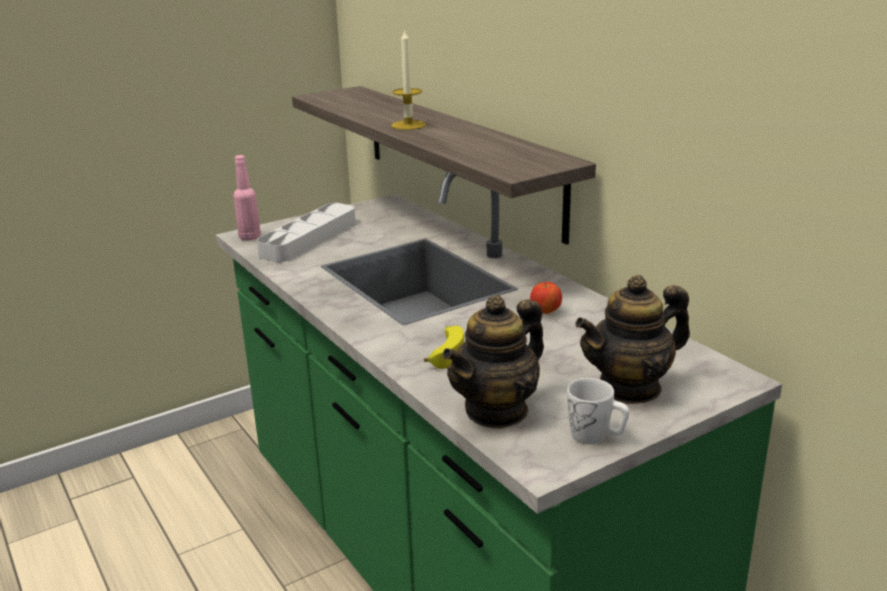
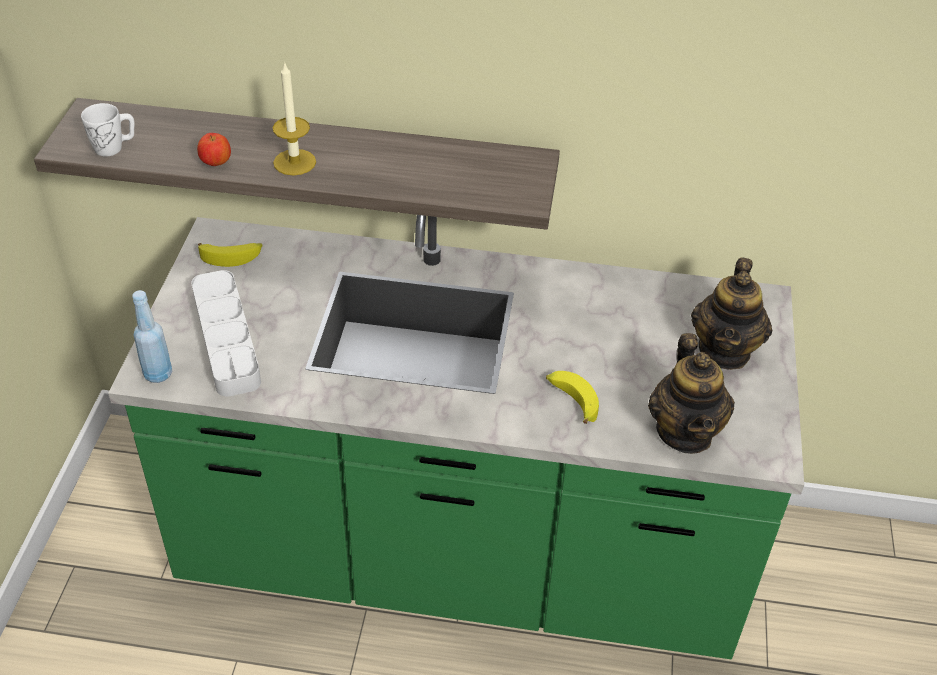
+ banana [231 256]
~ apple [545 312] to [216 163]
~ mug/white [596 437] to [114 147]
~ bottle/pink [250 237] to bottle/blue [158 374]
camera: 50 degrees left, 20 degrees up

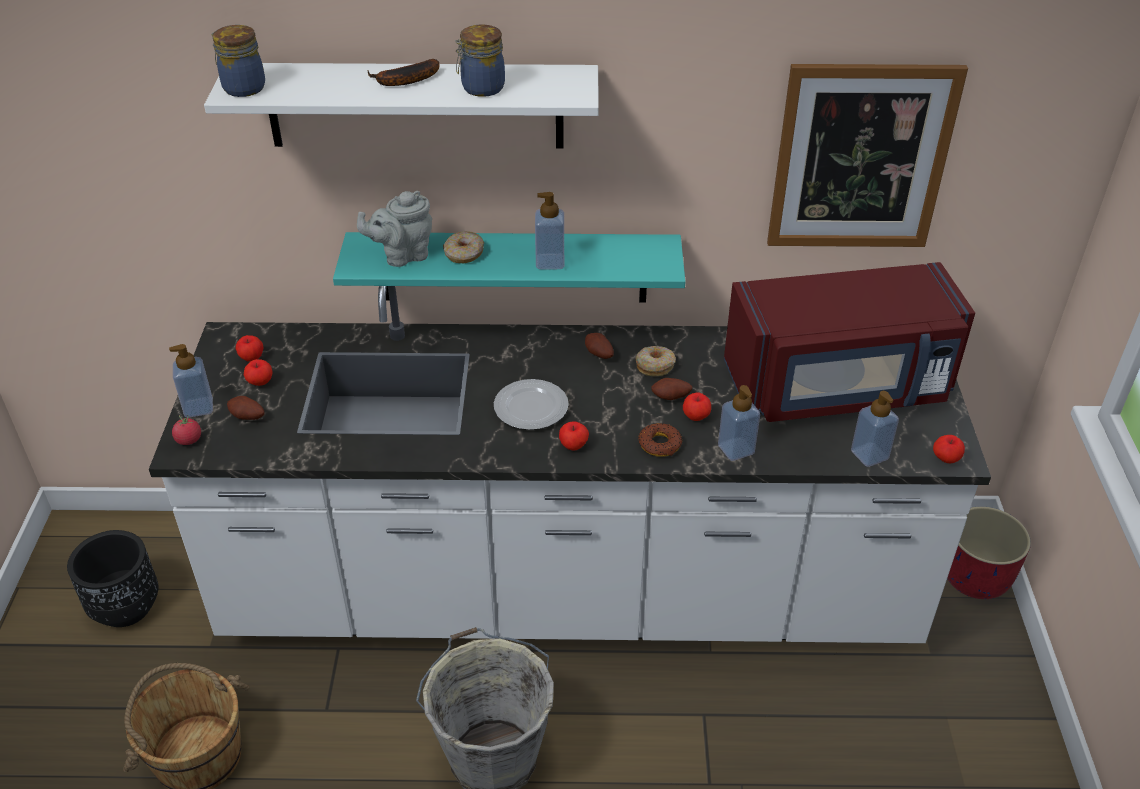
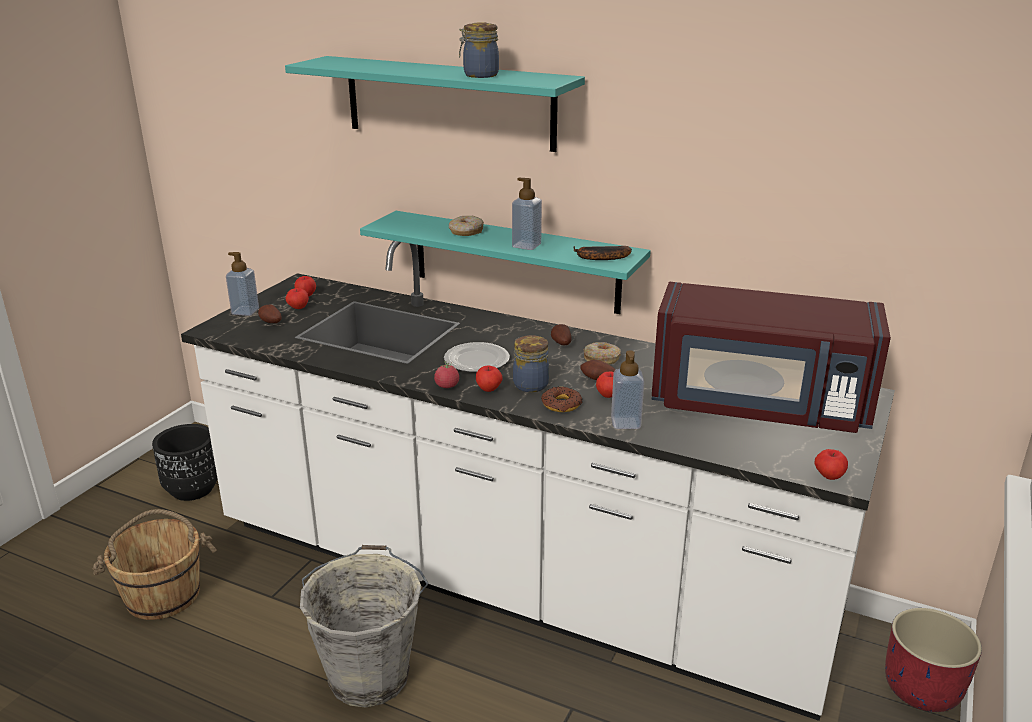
- teapot/grey [402 255]
- picture [861 158]
- soap dispenser [869 455]
~ tomato [189 440] to [447 386]
~ jar [242 88] to [529 384]
~ banana [404 81] to [599 258]
~ shelf/white [415 105] to shelf/turquoise [448 103]
camera: 25 degrees right, 15 degrees down

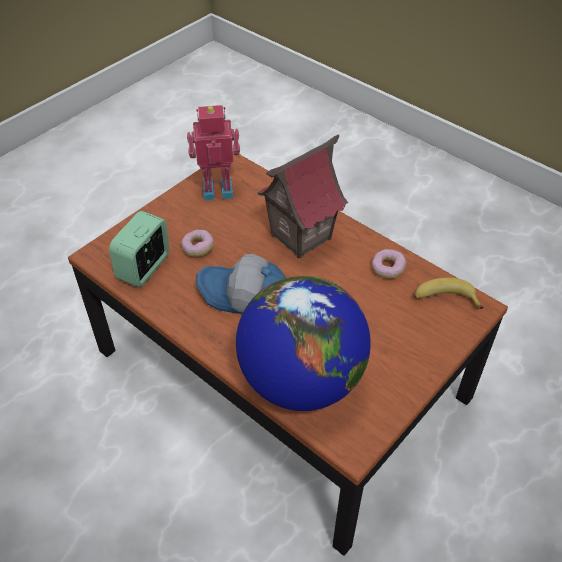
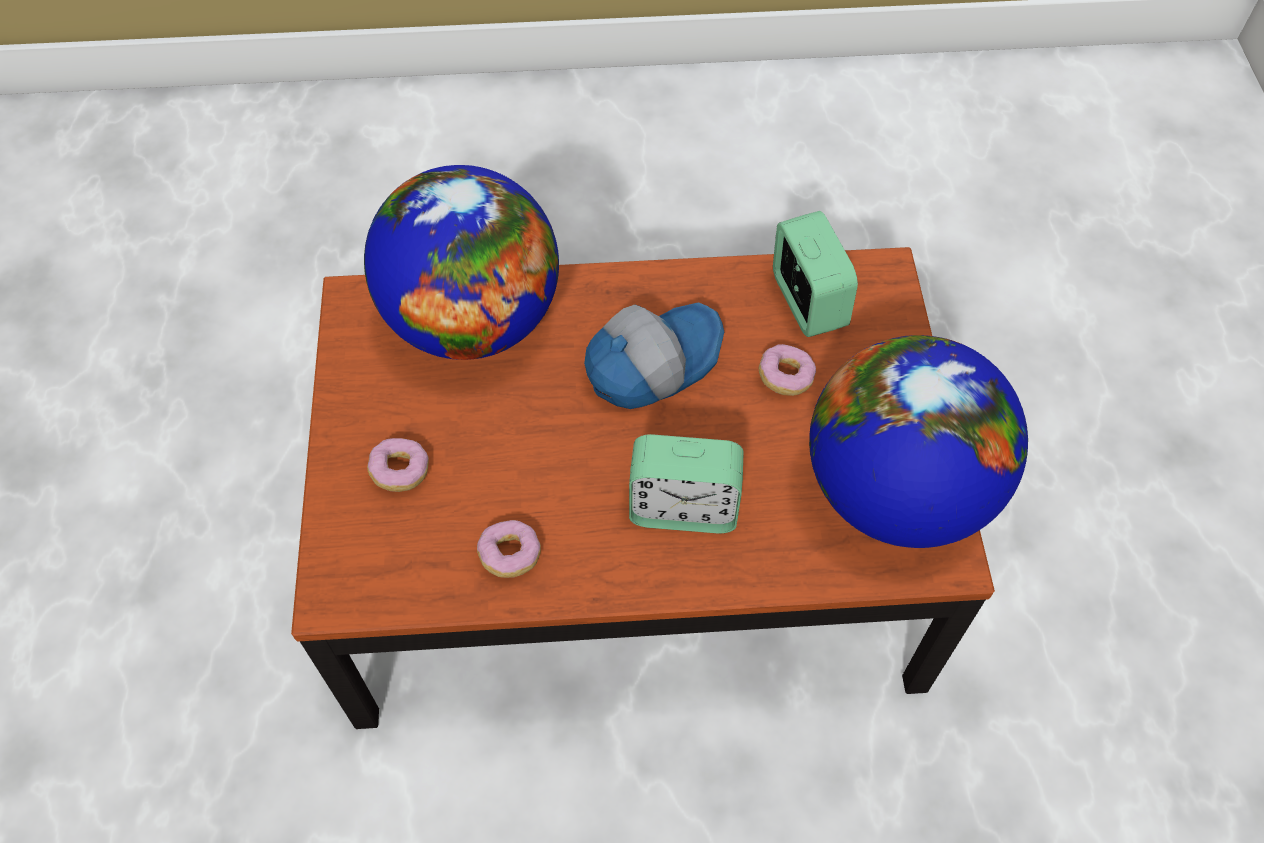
- banana [444 299]
+ donut [400 471]
~ toy robot [217 188] to globe [896 492]
~ toy house [300 236] to alarm clock [683 508]
camera: 135 degrees right, 10 degrees up

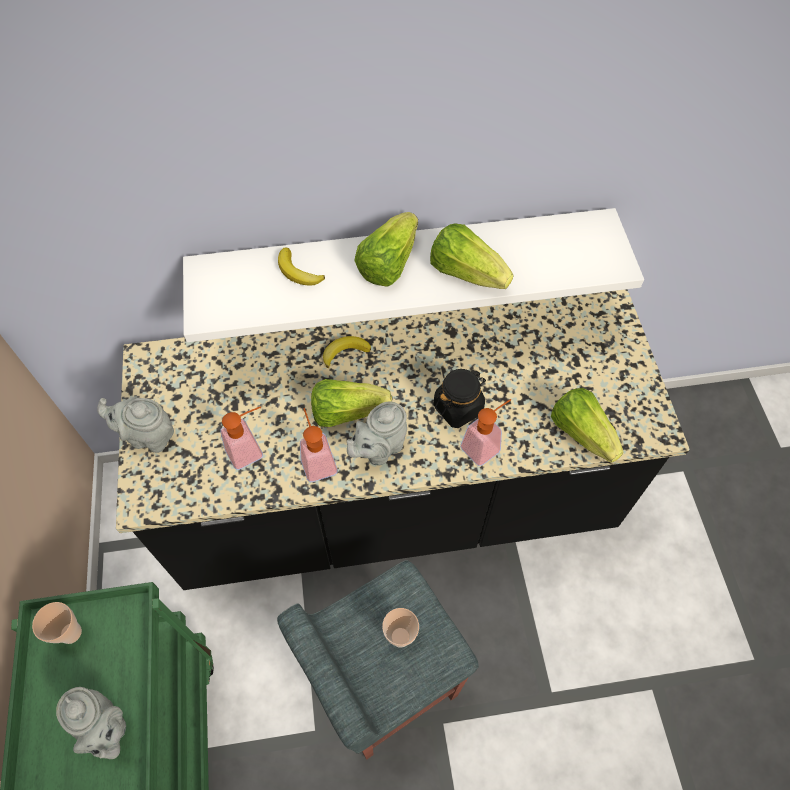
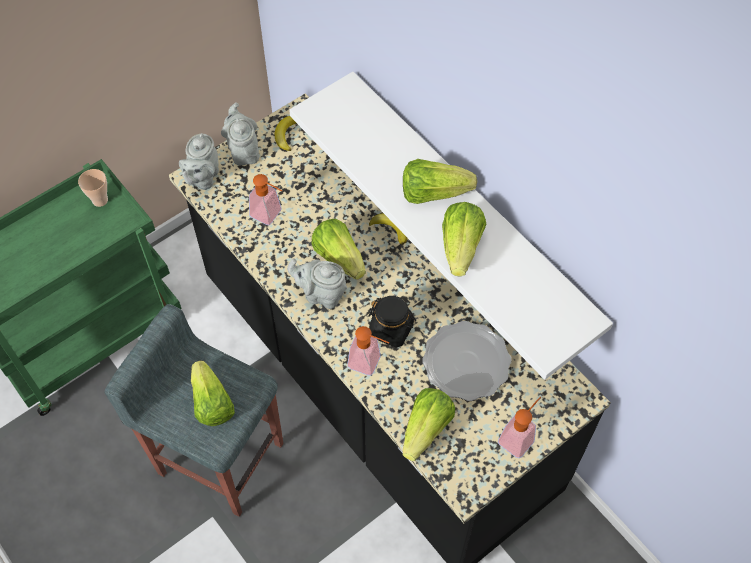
+ plate [465 363]
~ teapot/grey [105 728] to [202 178]
~ banana [298 272] to [286 134]
~ soap dispenser [317 460] to [519 437]
~ cup [400 637] to lettuce [211 403]
camera: 60 degrees right, 0 degrees up

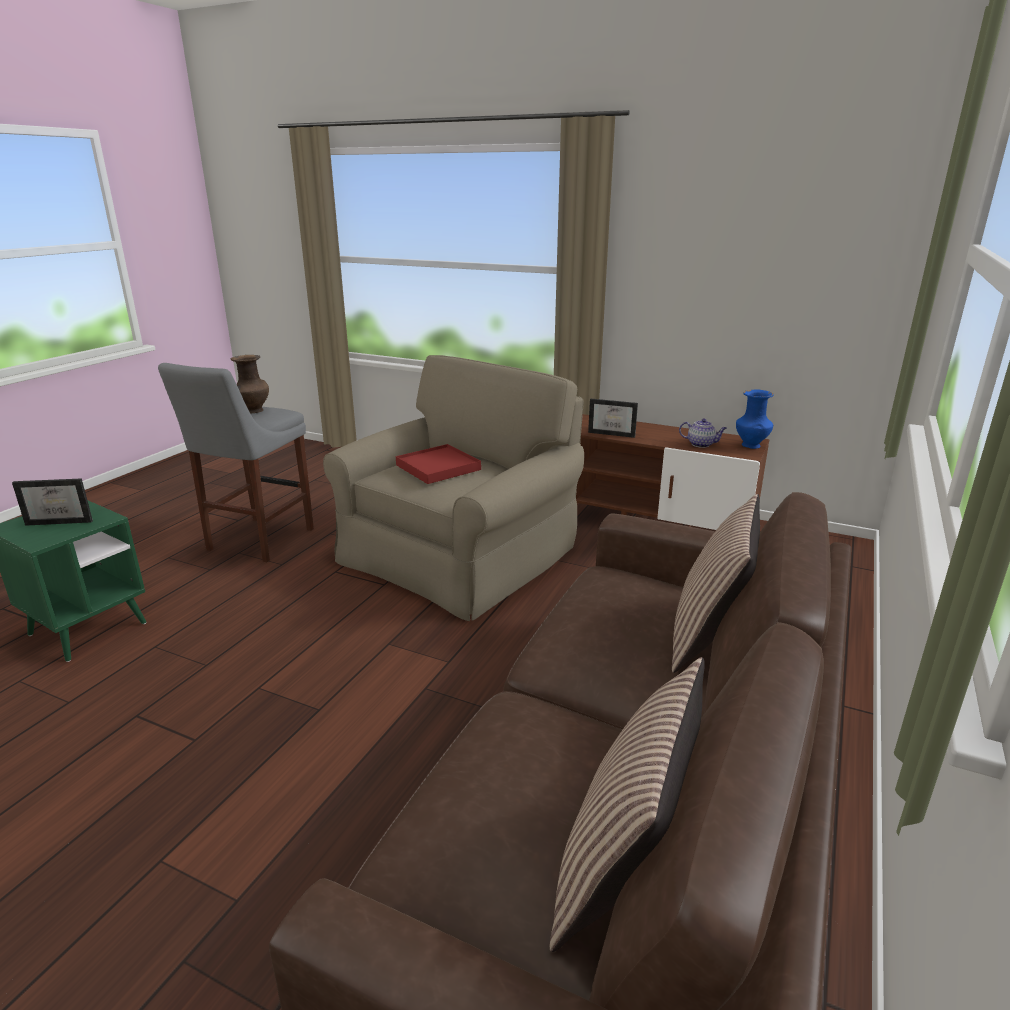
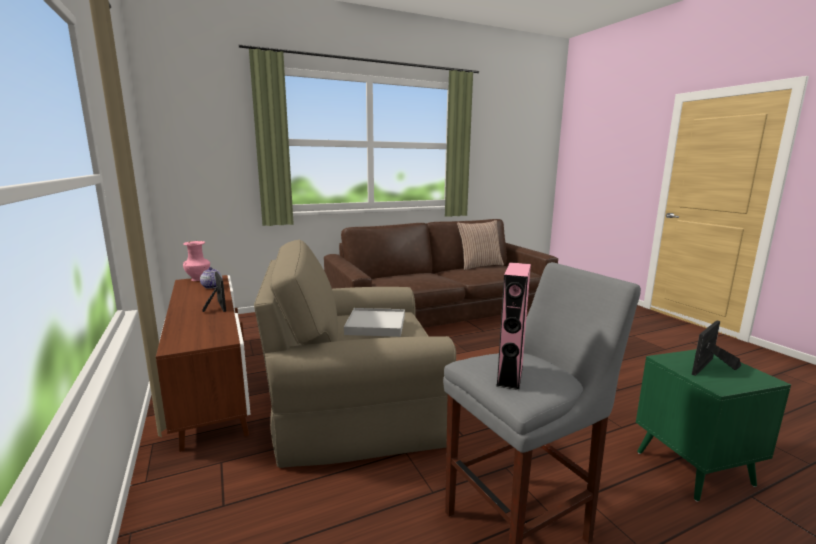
- pillow [708 636]
~ vase/brown [253 411] to speaker/pink [510 375]
~ tray/red [438 467] to tray/white [376 325]
~ vase/blue [751 446] to vase/pink [198 279]
~ picture frame [63 520] = [709 369] 75 degrees counterclockwise
camera: 140 degrees left, 10 degrees down

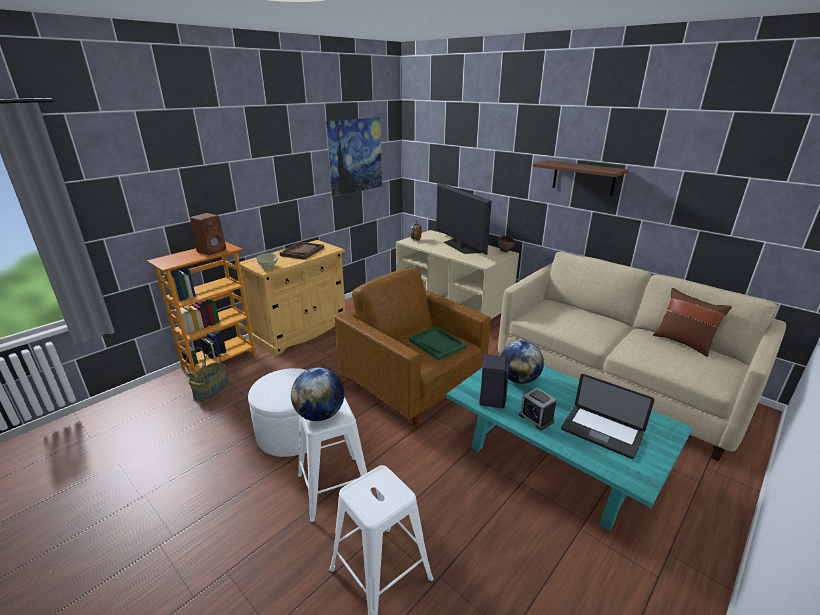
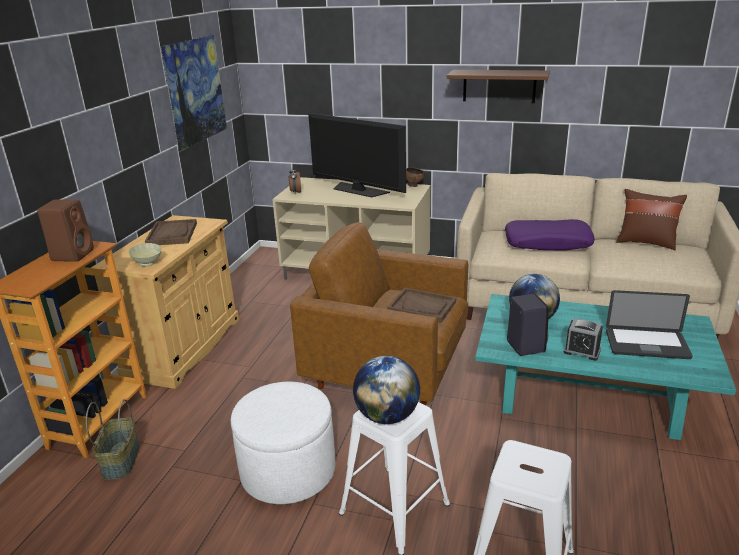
+ pillow/purple [547 243]
~ tray/green [437 344] to tray/brown [422 307]
camera: 25 degrees left, 0 degrees up

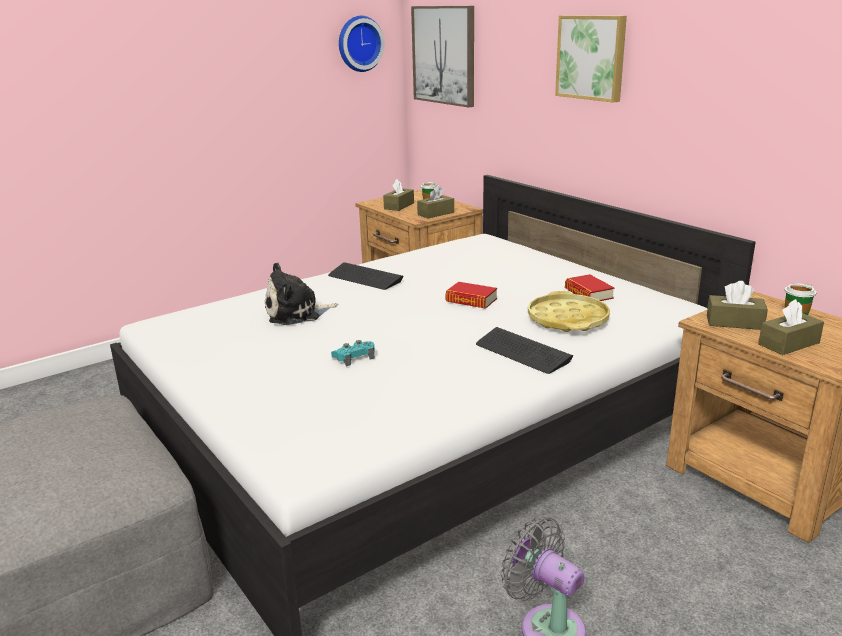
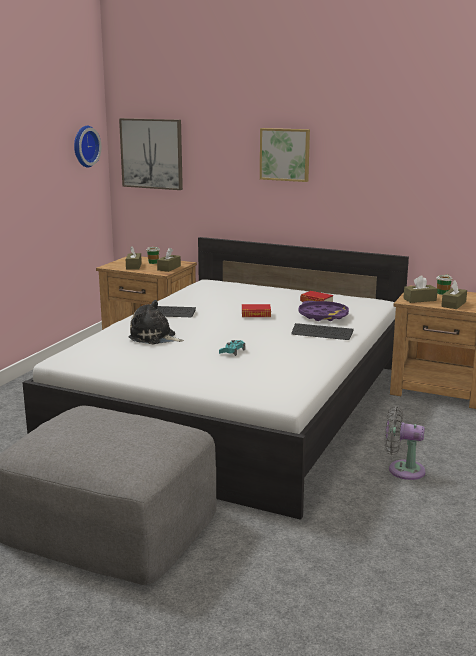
~ tray/yellow [568 319] to tray/purple [323 315]
~ plush toy [296 313] = [154 337] 75 degrees clockwise
camera: 30 degrees left, 5 degrees down

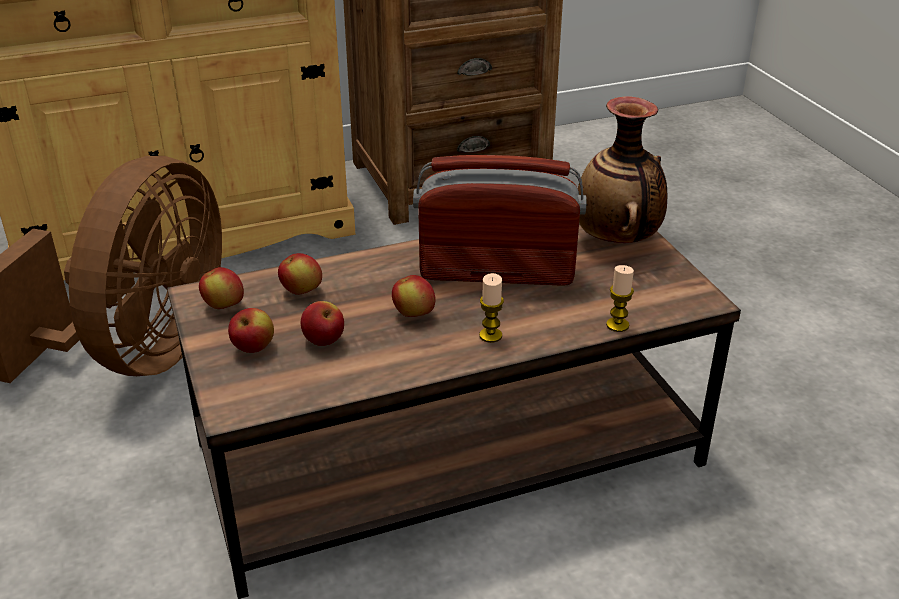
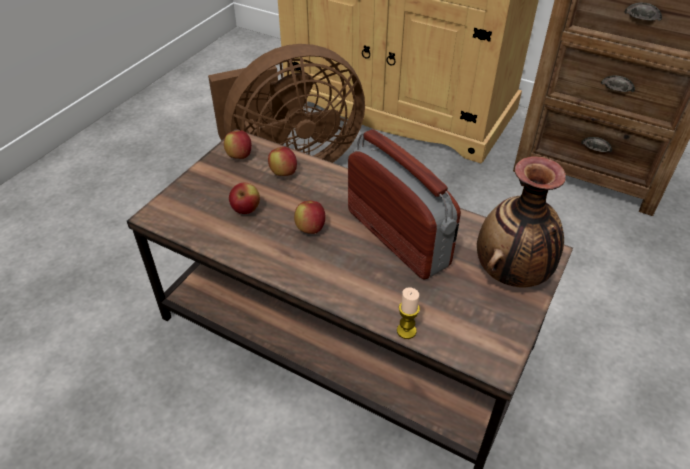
- apple [253 348]
- candle [490 335]
camera: 50 degrees right, 10 degrees up

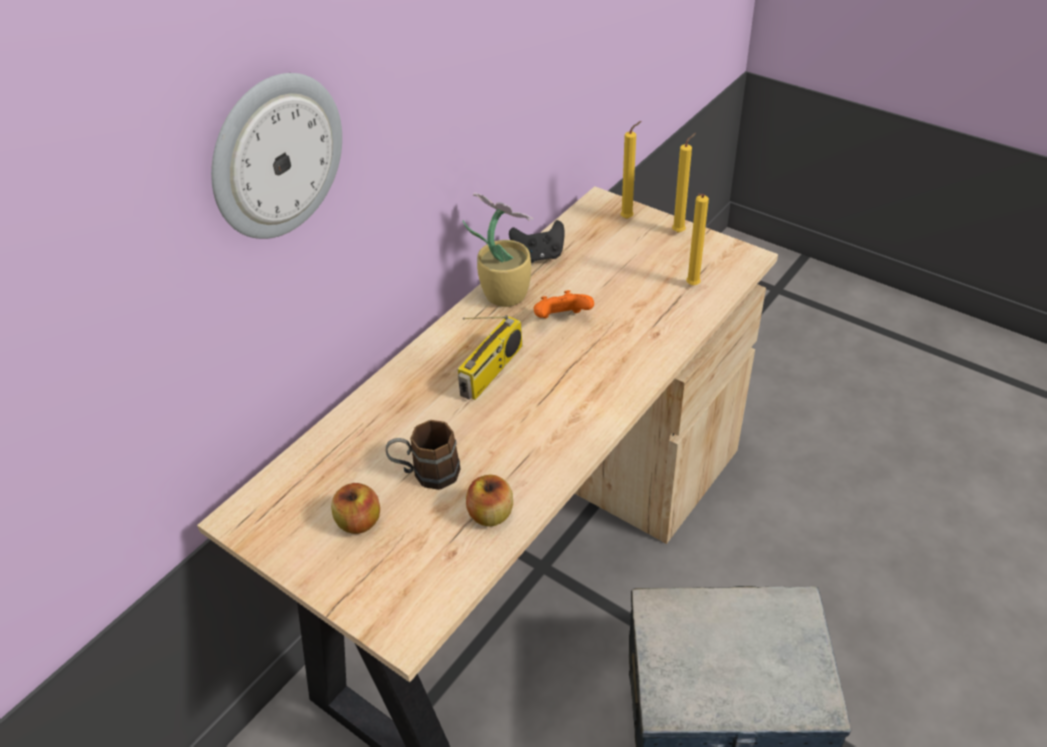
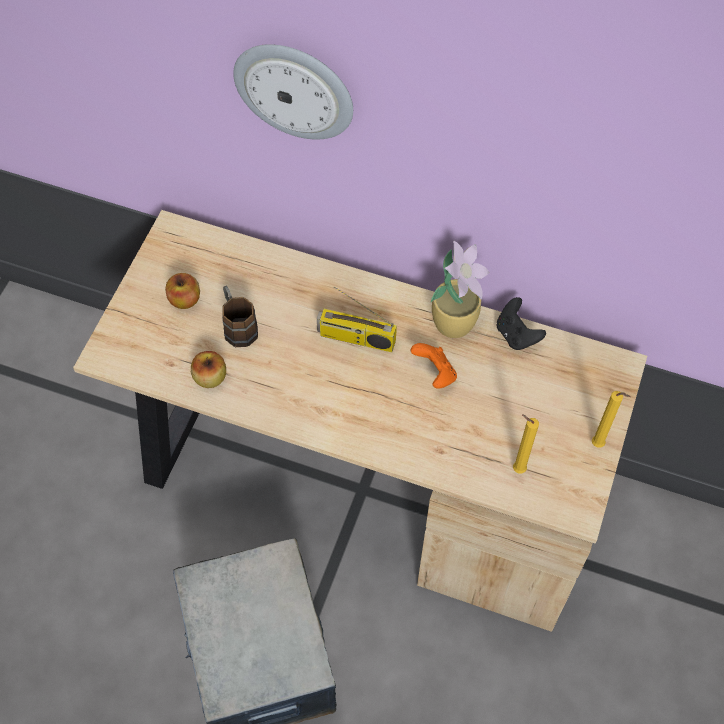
- candle/yellow [628 218]
camera: 70 degrees right, 15 degrees up

